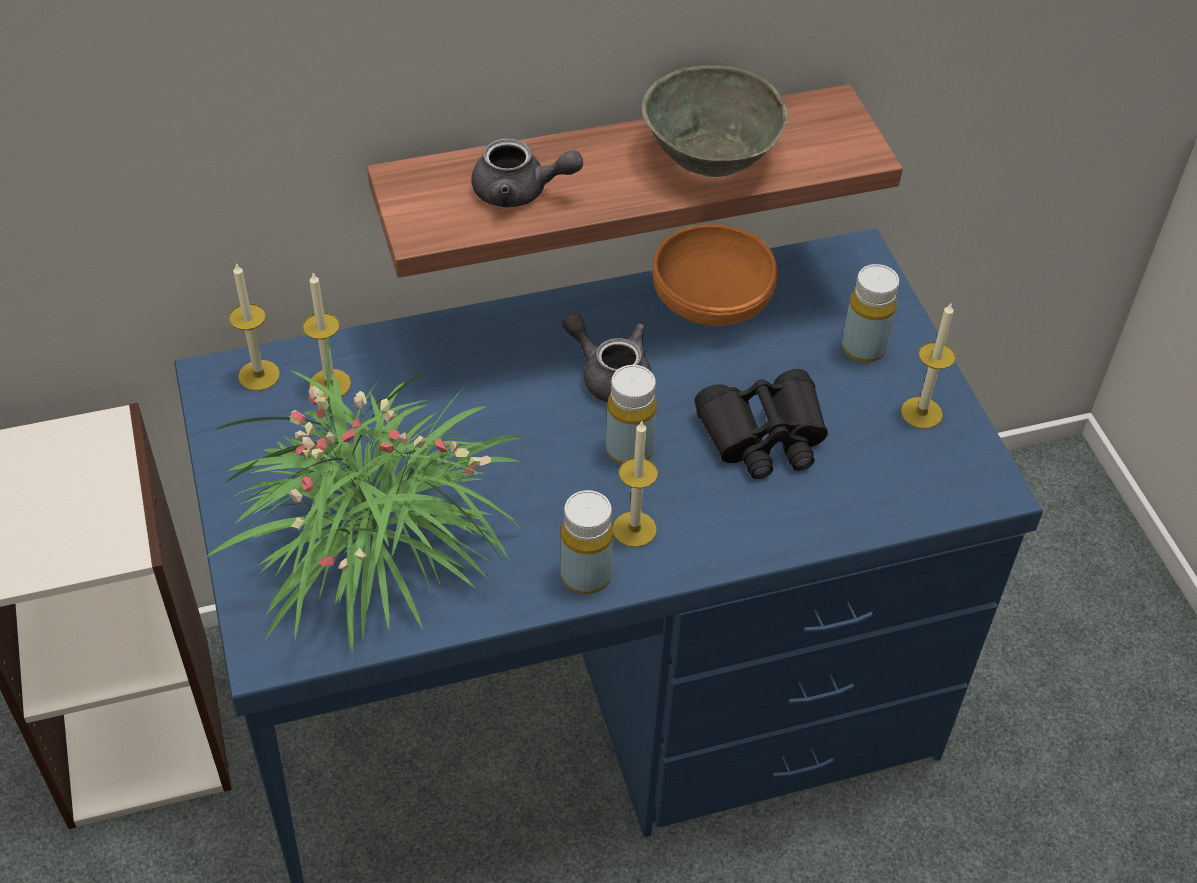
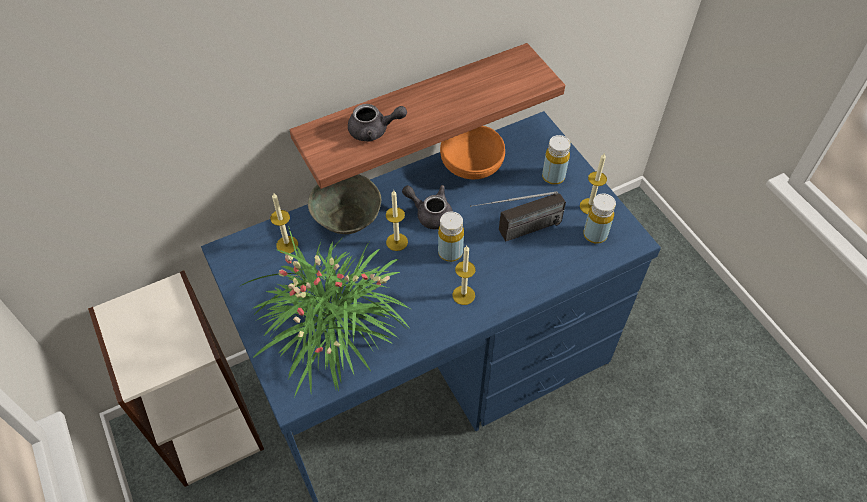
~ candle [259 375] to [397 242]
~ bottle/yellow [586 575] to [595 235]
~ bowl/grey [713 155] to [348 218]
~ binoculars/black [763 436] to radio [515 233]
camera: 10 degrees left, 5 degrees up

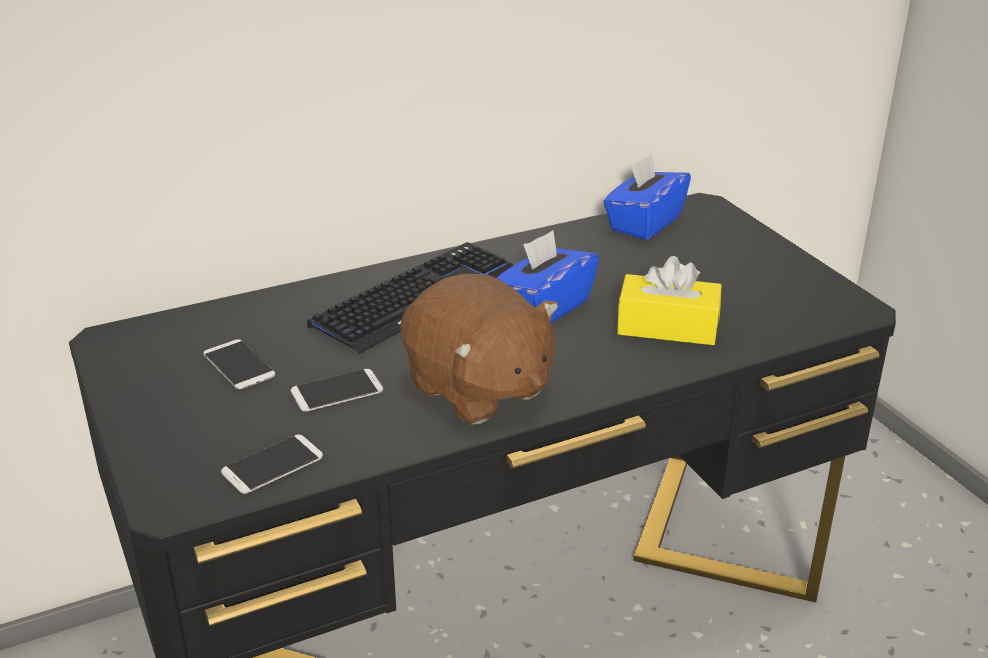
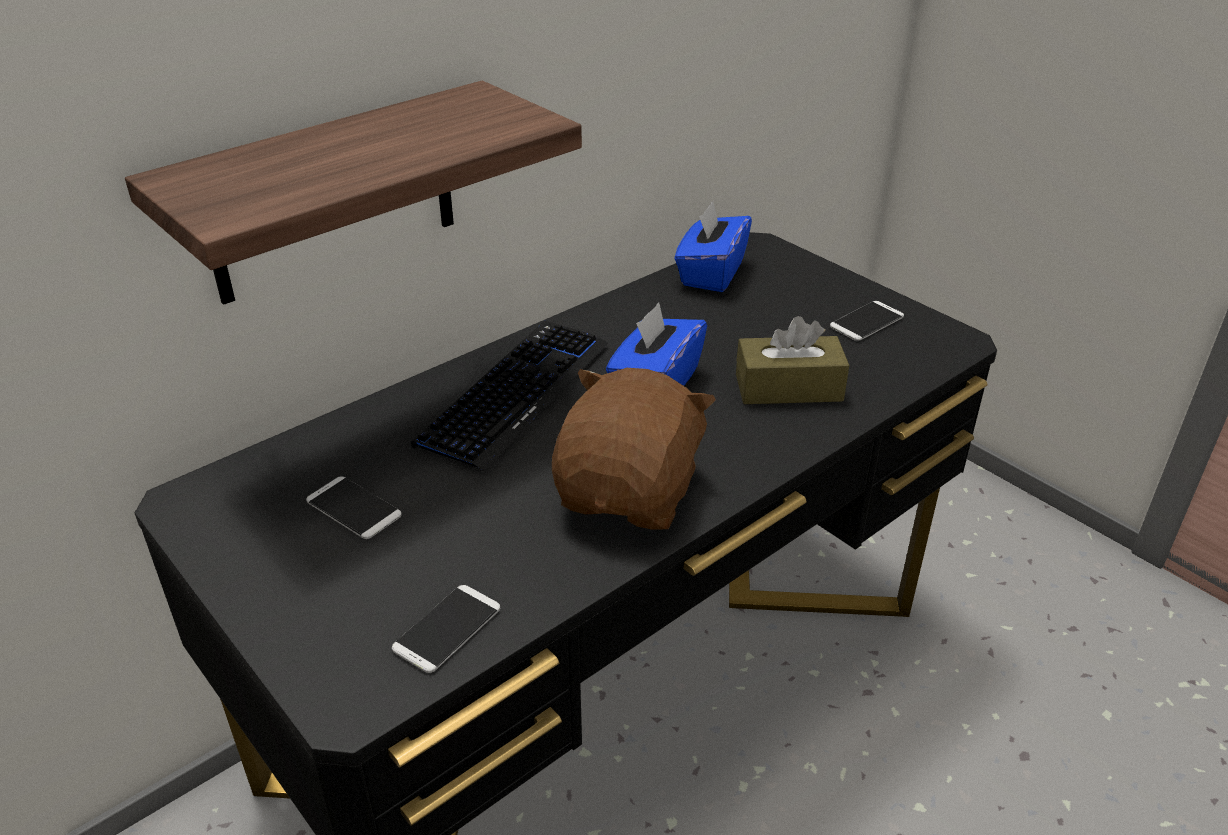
+ shelf [332 194]
~ phone [337 391] to [866 322]
~ tissue box/yellow [667 327] to tissue box/brown [788 388]
~ plush toy/brown [478 389] = [631 493] 105 degrees counterclockwise
camera: 15 degrees left, 5 degrees up

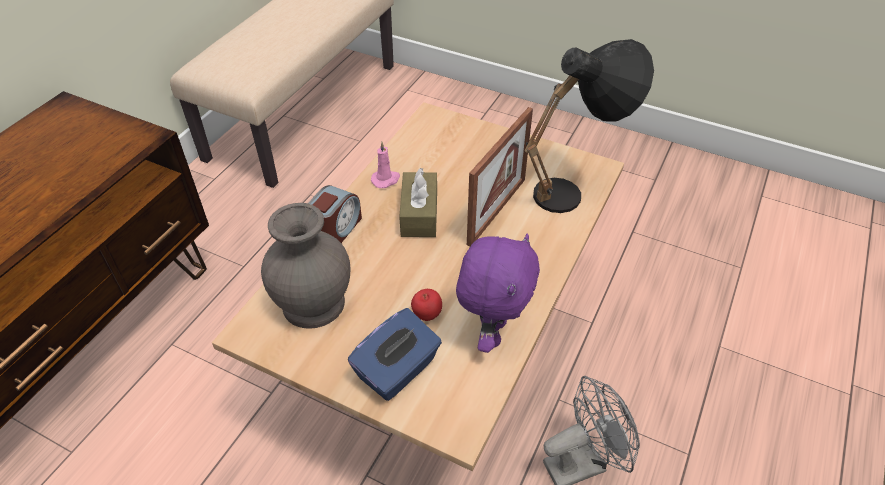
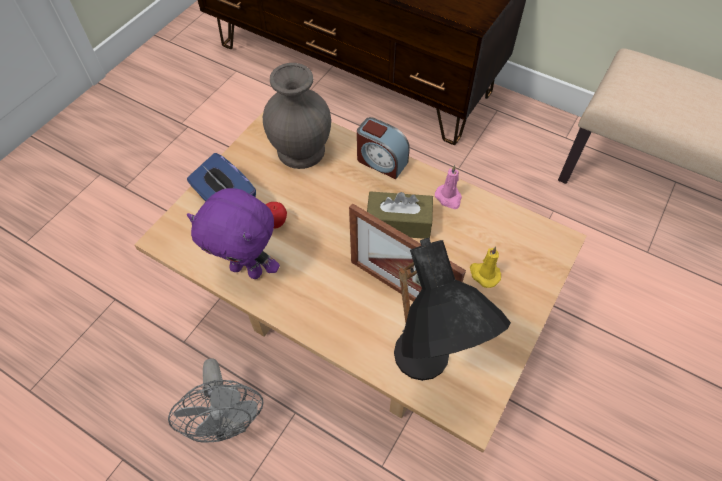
+ candle/yellow [484 274]
camera: 95 degrees right, 10 degrees up

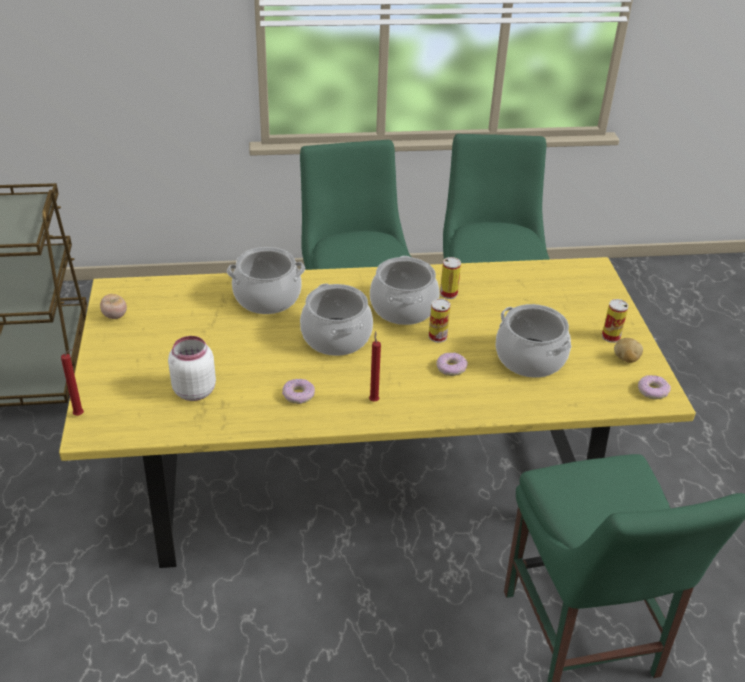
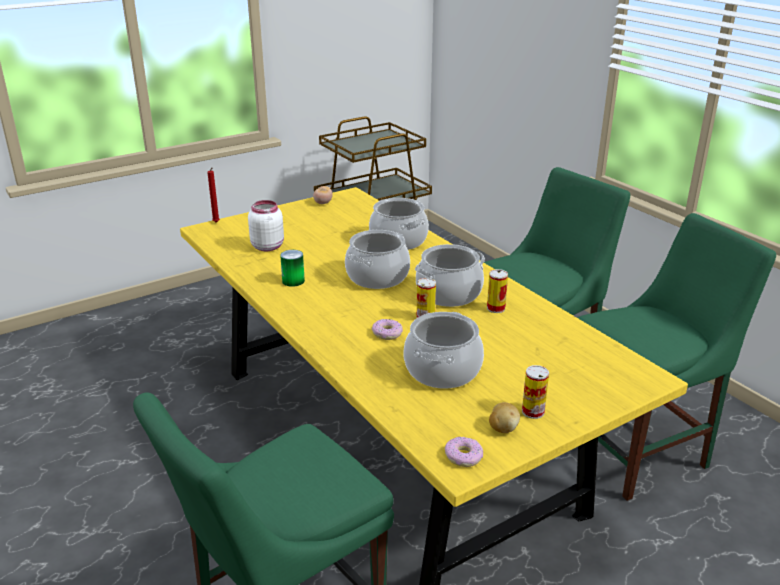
- candle/red [374 400]
~ donut [298 395] to can [293 281]
camera: 65 degrees right, 10 degrees down

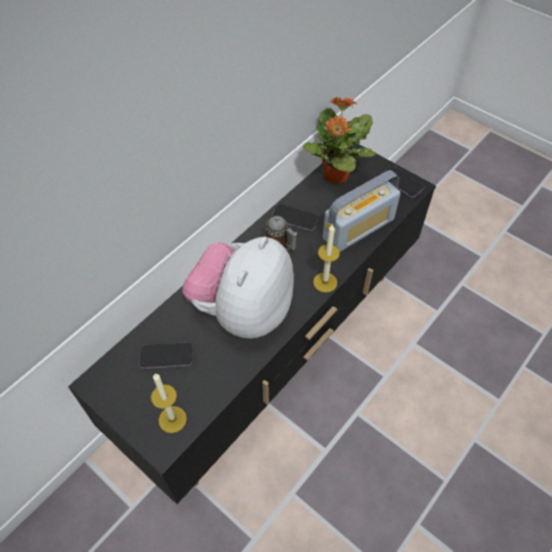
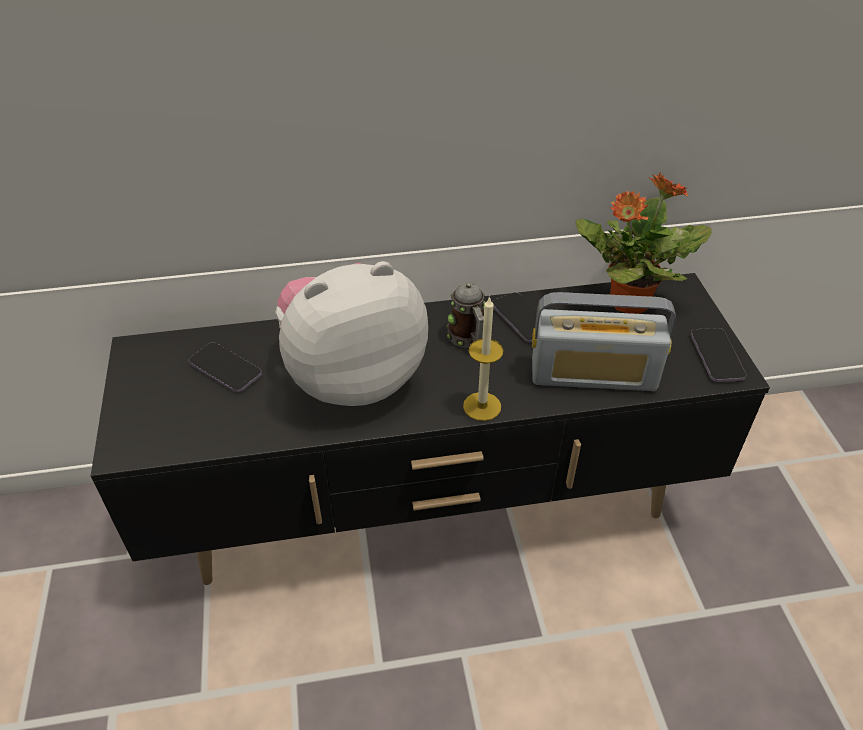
- candle [172 419]
camera: 40 degrees right, 10 degrees down

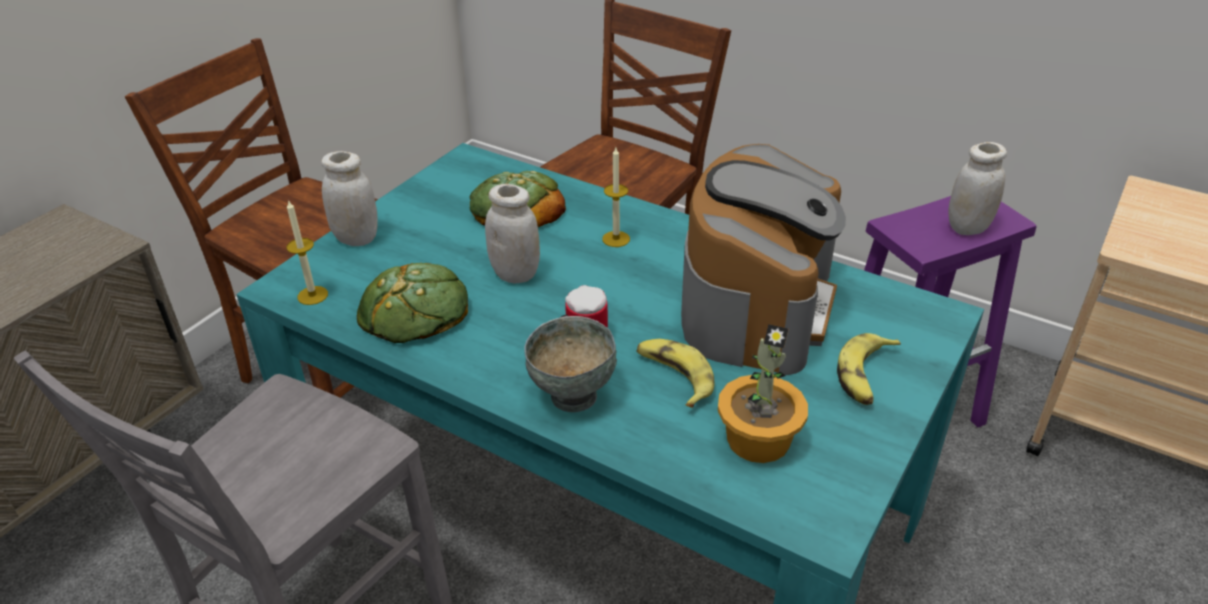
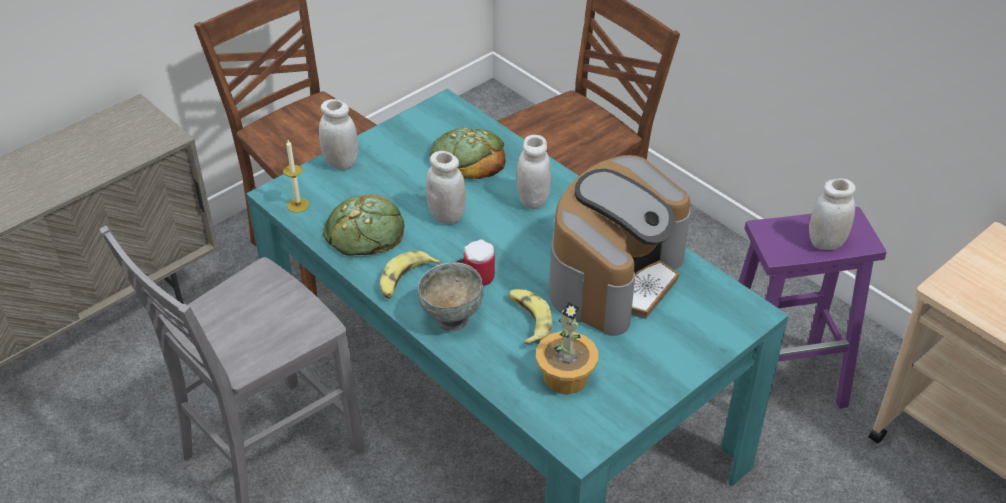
~ banana [865 376] to [405 280]
~ candle [616 239] to jar/white [533 200]
camera: 15 degrees right, 5 degrees up

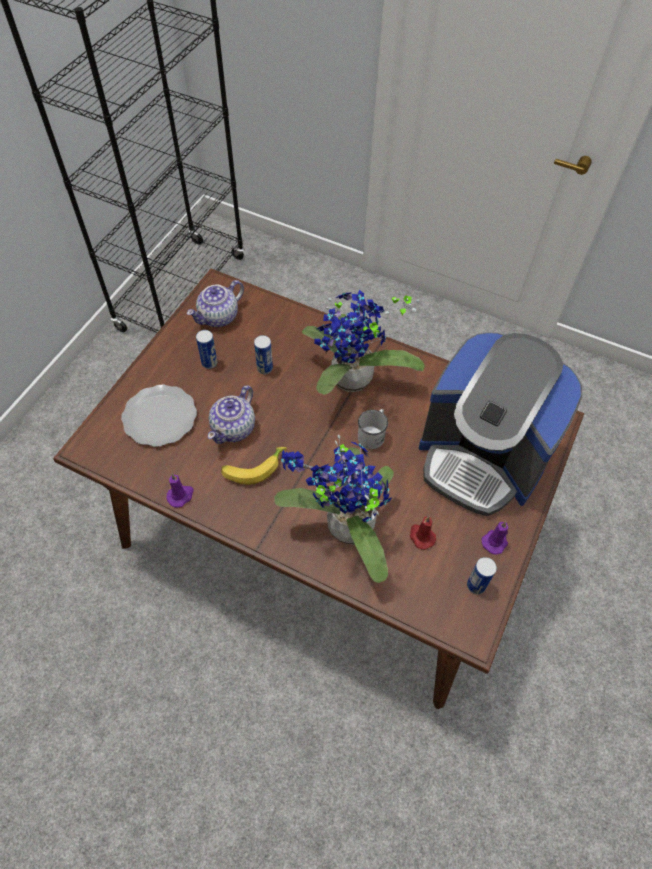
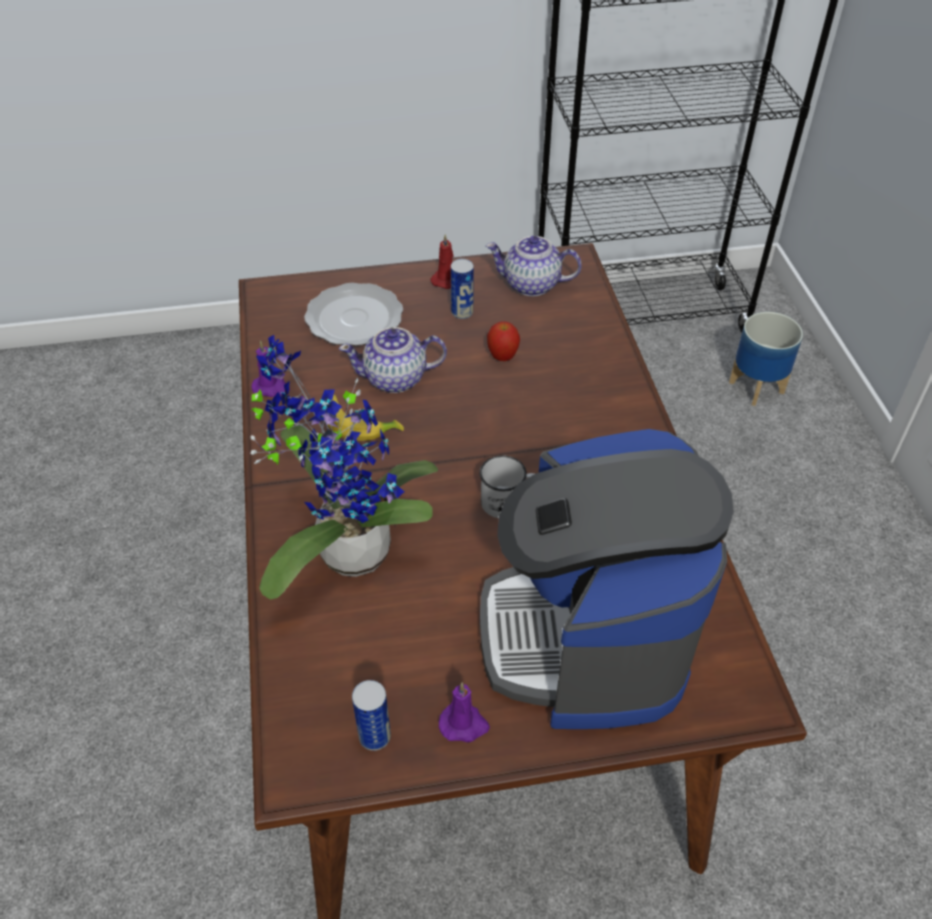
- potted plant [351 382]
+ planter [757 387]
~ candle/red [421 536] to [446 279]
~ can [264 368] to apple [502 357]
camera: 55 degrees right, 10 degrees down

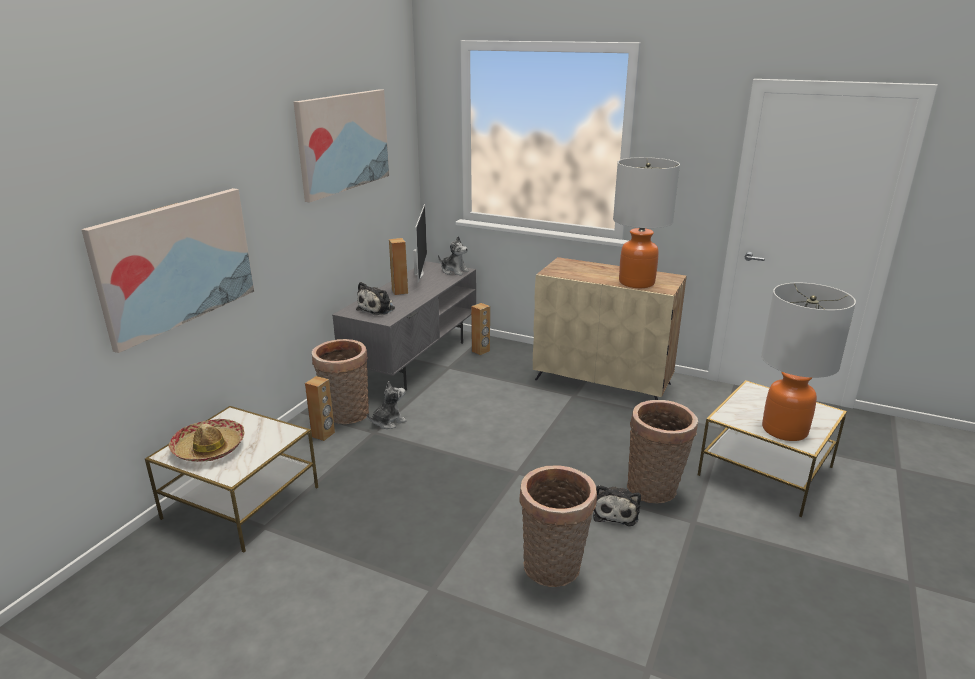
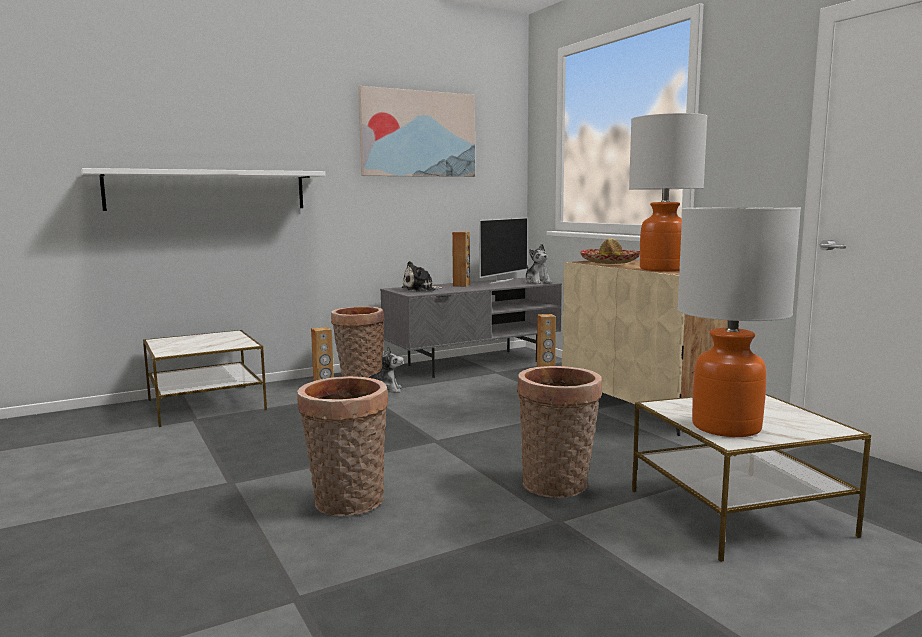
- plush toy [615 511]
~ hat [209 448] to [610 262]
~ picture [176 264] to shelf/white [208 190]
camera: 35 degrees right, 15 degrees down

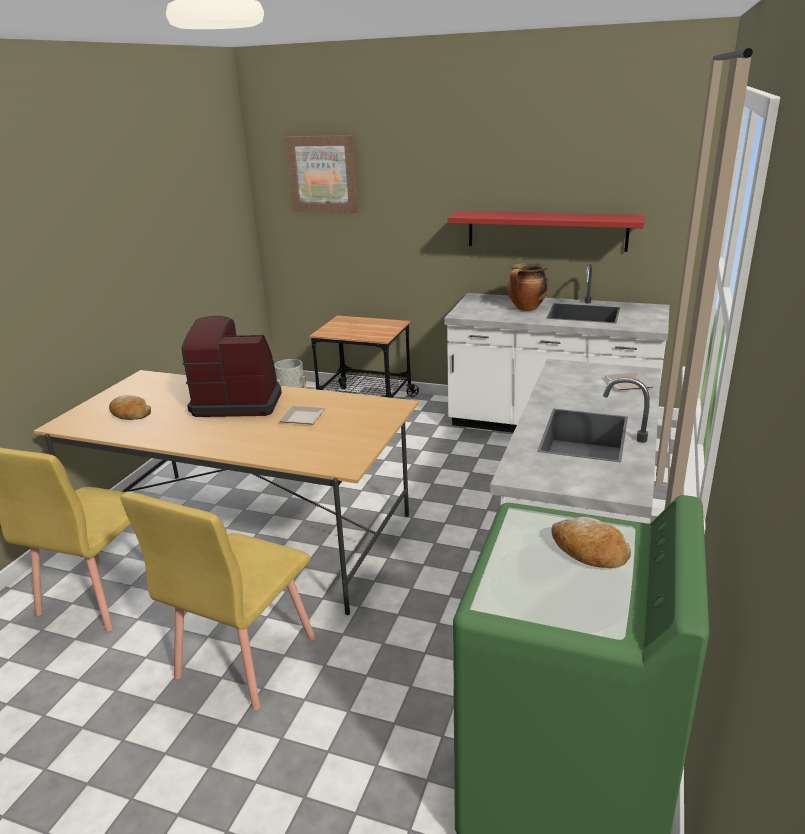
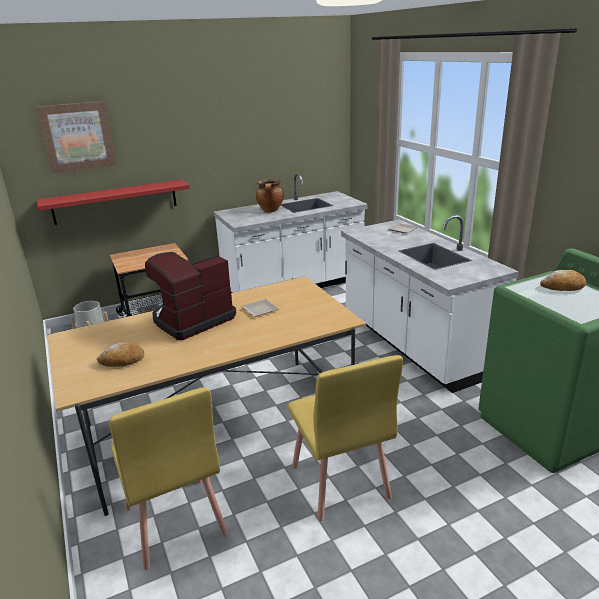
~ shelf/red [546 230] to [115 202]
camera: 45 degrees left, 0 degrees up

